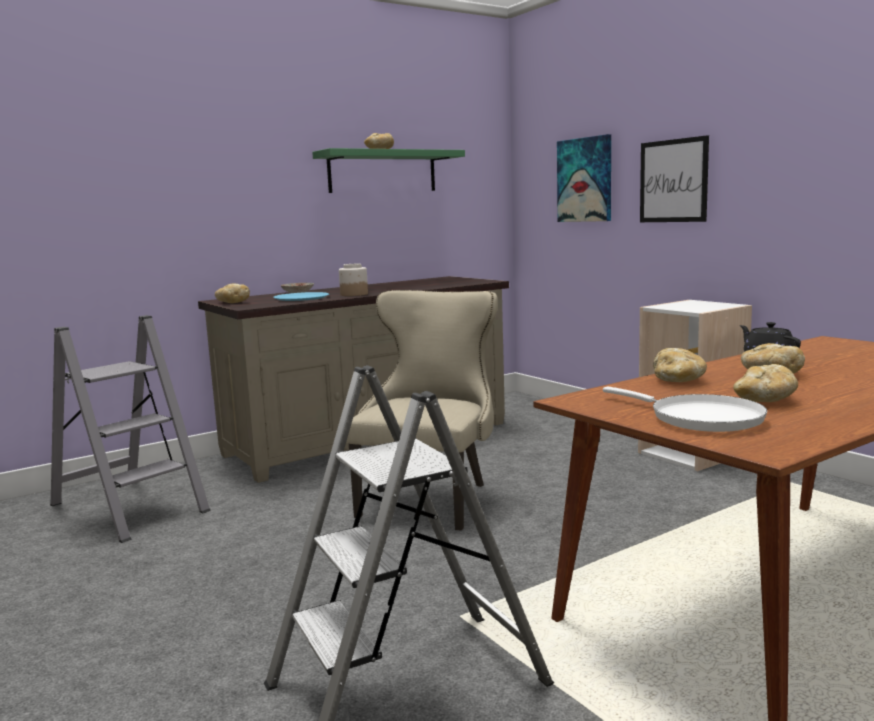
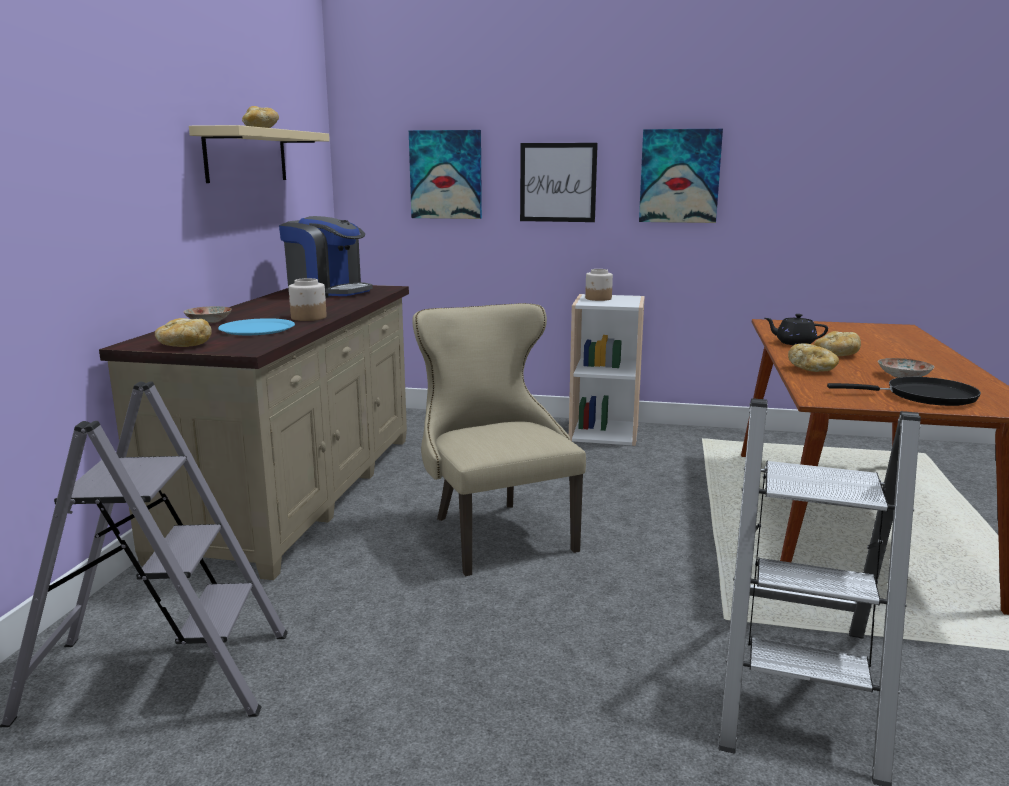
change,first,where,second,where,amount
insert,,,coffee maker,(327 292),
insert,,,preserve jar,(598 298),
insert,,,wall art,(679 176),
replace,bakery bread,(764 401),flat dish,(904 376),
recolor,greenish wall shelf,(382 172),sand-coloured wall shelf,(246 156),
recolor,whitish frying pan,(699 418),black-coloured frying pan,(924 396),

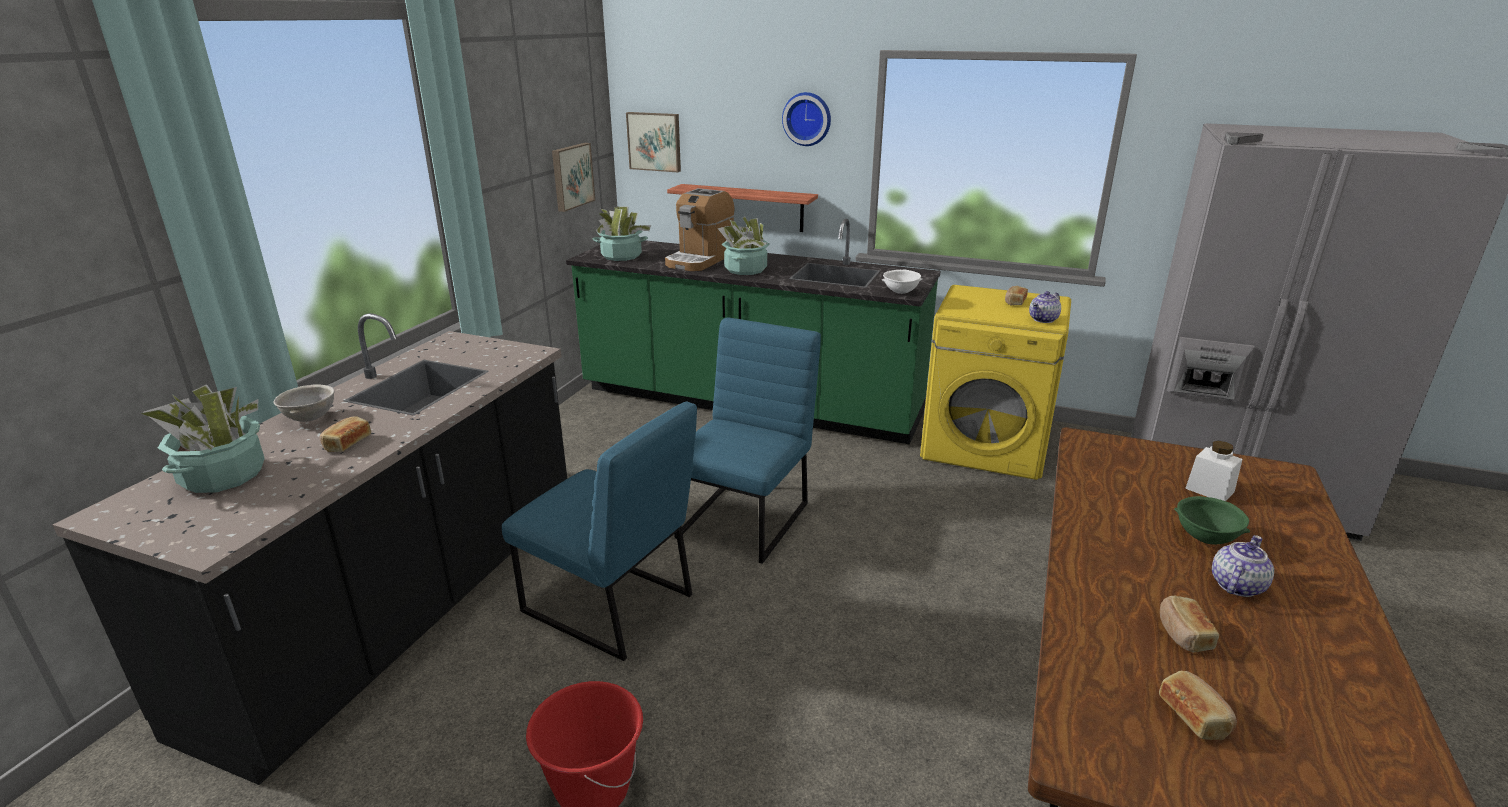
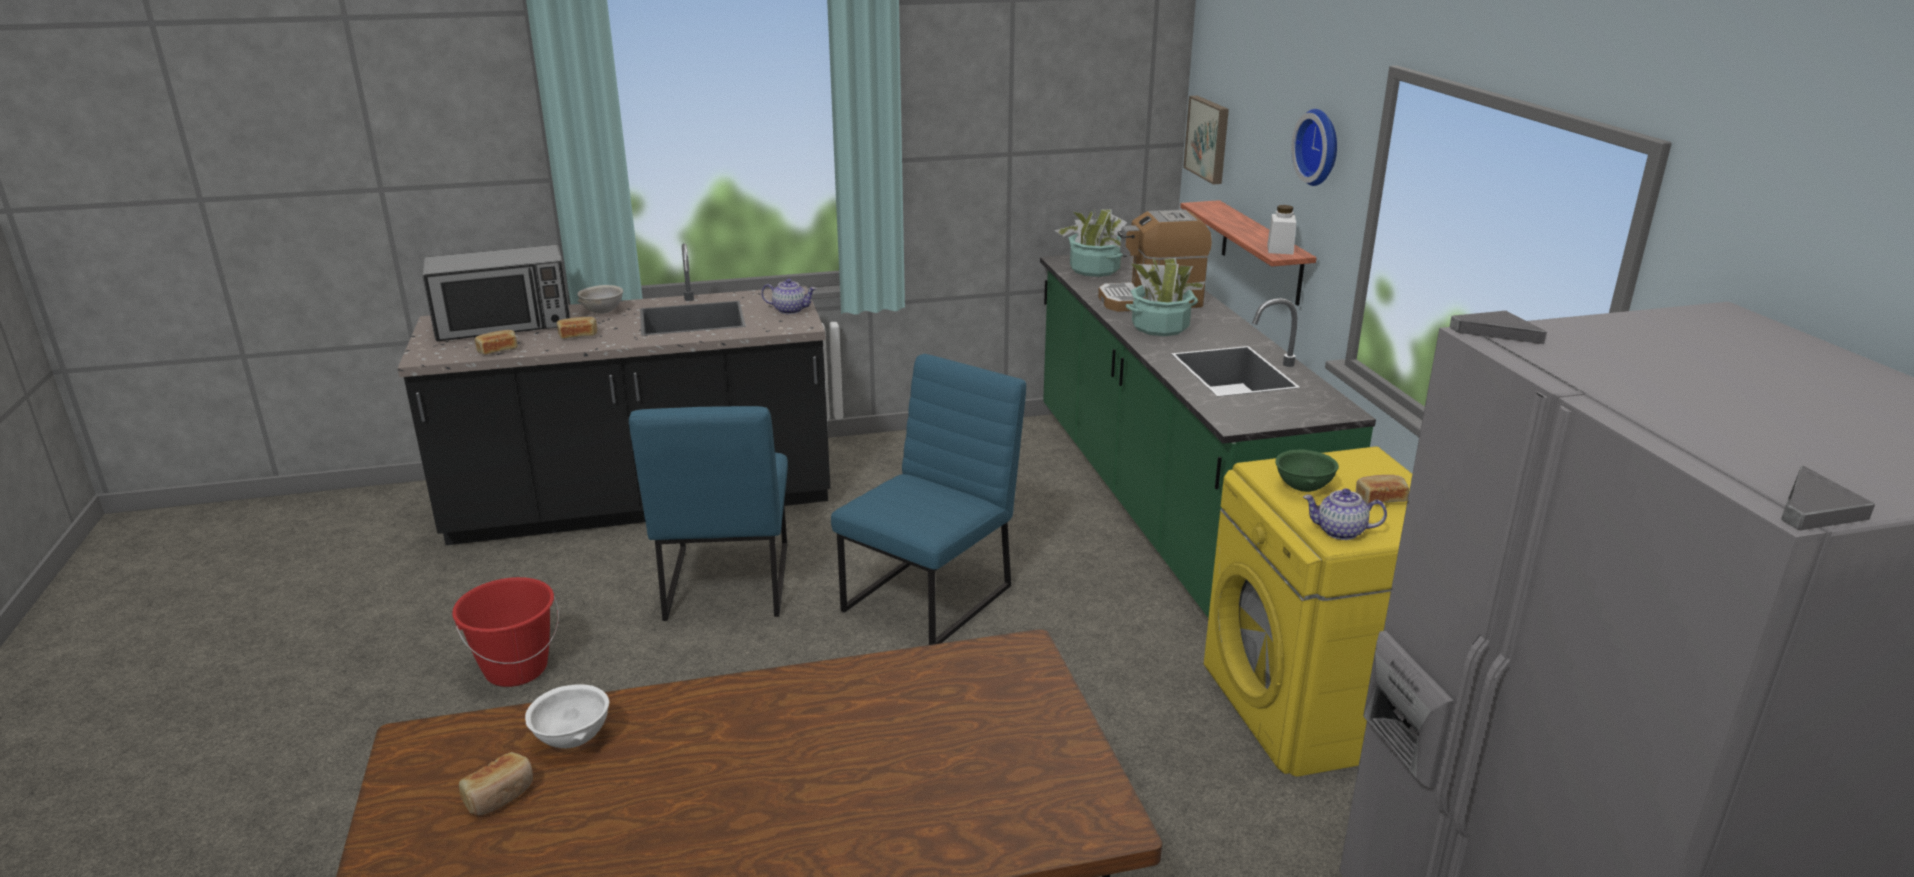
change,first,where,second,where,amount
delete,wall art,(571 176),,,
move,whitish bowl,(901 292),,(571 740),
move,bakery bread,(1183 634),,(498 350),
move,greenish bowl,(1205 539),,(1302 488),
move,whitish preserve jar,(1209 490),,(1280 249),
move,pot for tea,(1236 585),,(790 310),
replace,plant in a pot,(223 476),microwave,(504 325),
rotate,bluish upright chair,(746 518),,(931 596),45 degrees counterclockwise

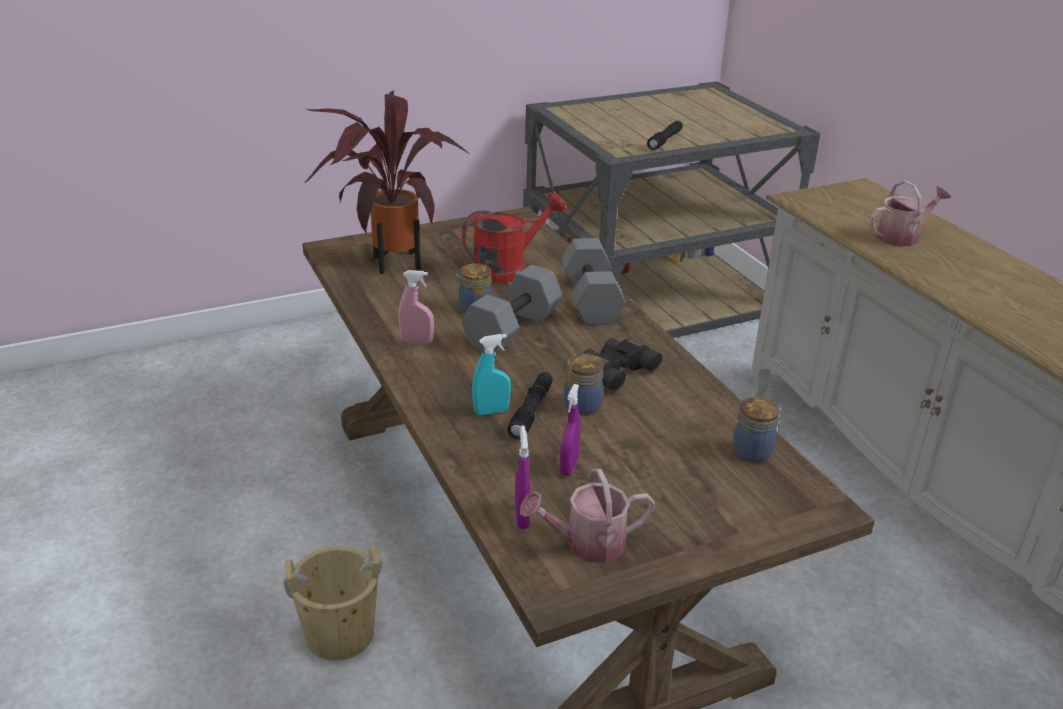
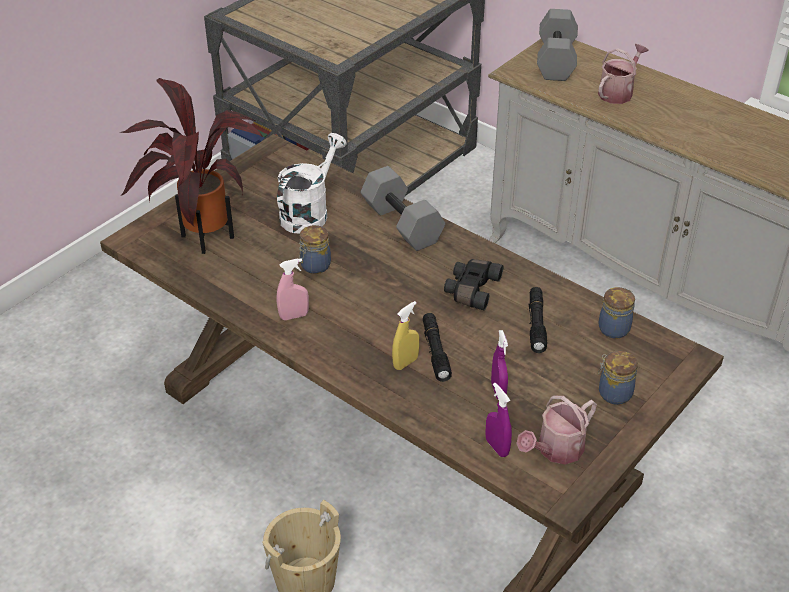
change,first,where,second,where,amount
move,grey dumbbell,(513 330),,(557 60),
move,preserve jar,(581 404),,(613 393),
move,black-coloured flashlight,(665 140),,(536 324),
recolor,reddish sprinkling can,(507 269),whitish sprinkling can,(309 212),
recolor,blue-green sprayer,(491 411),yellow sprayer,(405 363),

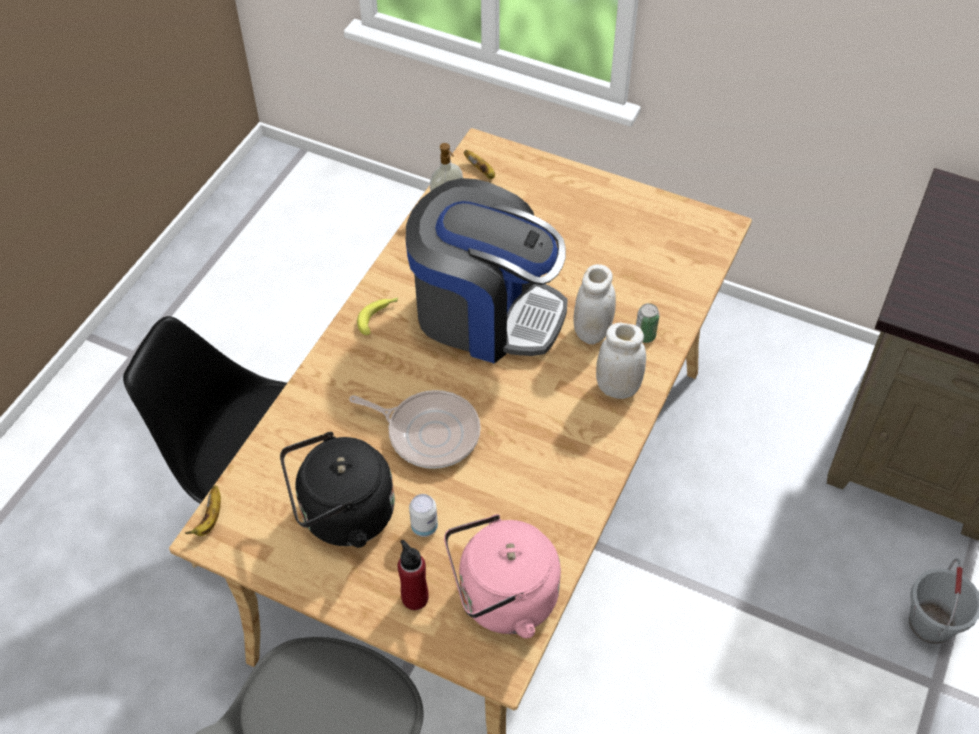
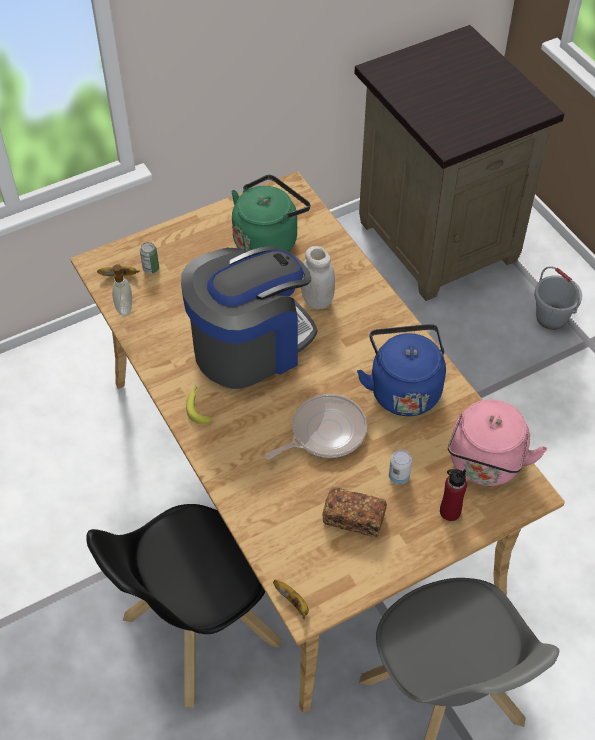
change,first,where,second,where,amount
delete,whitish preserve jar,(617 388),,,
insert,,,greenish kettle,(268 240),
insert,,,bluish kettle,(403 388),
move,sealed can,(645 336),,(151 268),
replace,black-coloured kettle,(342 516),bakery bread,(353 519),

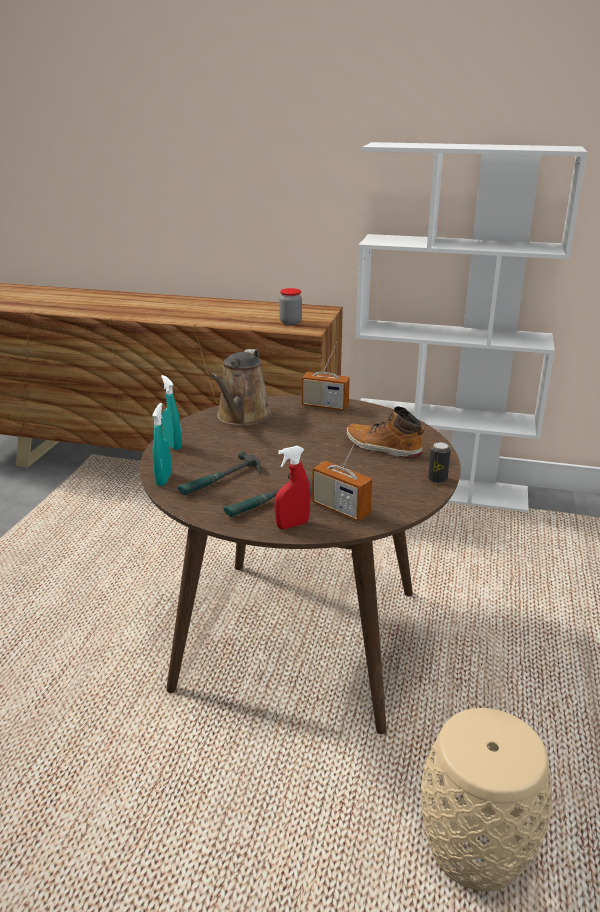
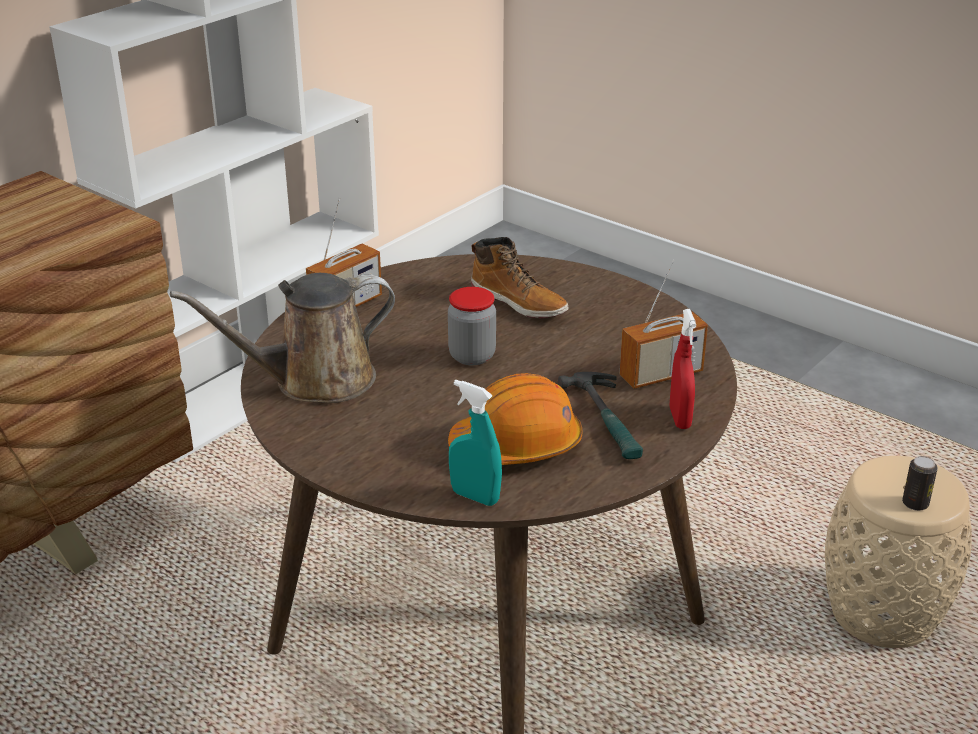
change,first,where,second,where,amount
delete,blue-green sprayer,(173 445),,,
move,preserve jar,(290 322),,(472 356),
move,sealed can,(437 479),,(915 504),
replace,hammer,(221 480),orange safety helmet,(517 446),
rotate,brown sprinkling can,(242 417),,(314 381),120 degrees clockwise
rotate,boot,(382 447),,(519 302),105 degrees counterclockwise

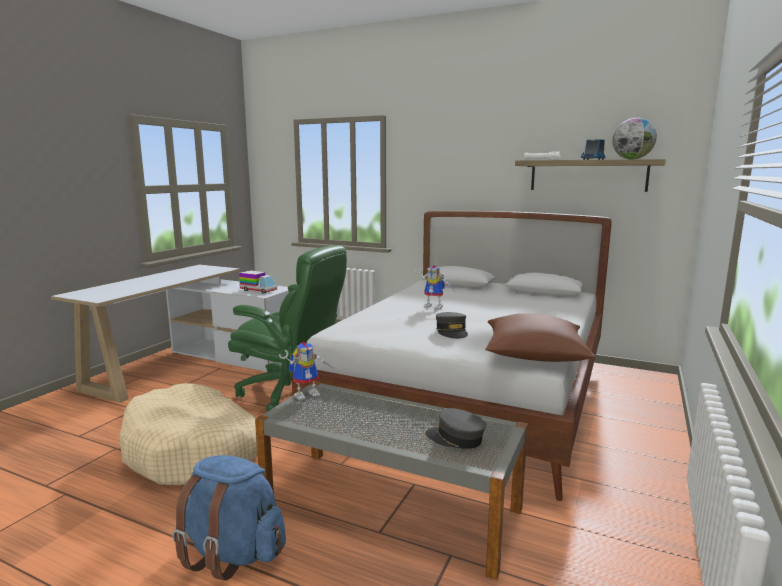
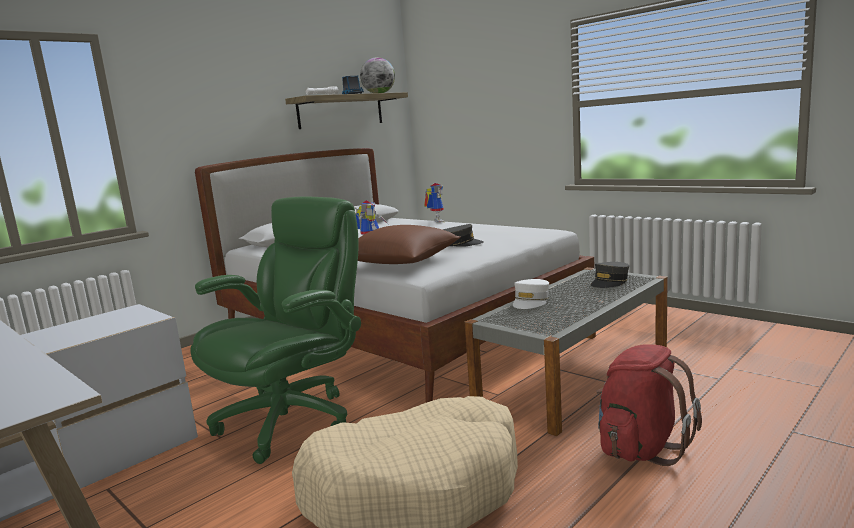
change,first,where,second,where,amount
delete,toy lorry,(258 290),,,
insert,,,whitish cap,(530 301),
move,toy robot,(307 393),,(436 221),
move,brown pillow,(534 354),,(401 262),
recolor,bluish rucksack,(233 553),reddish rucksack,(641 448),

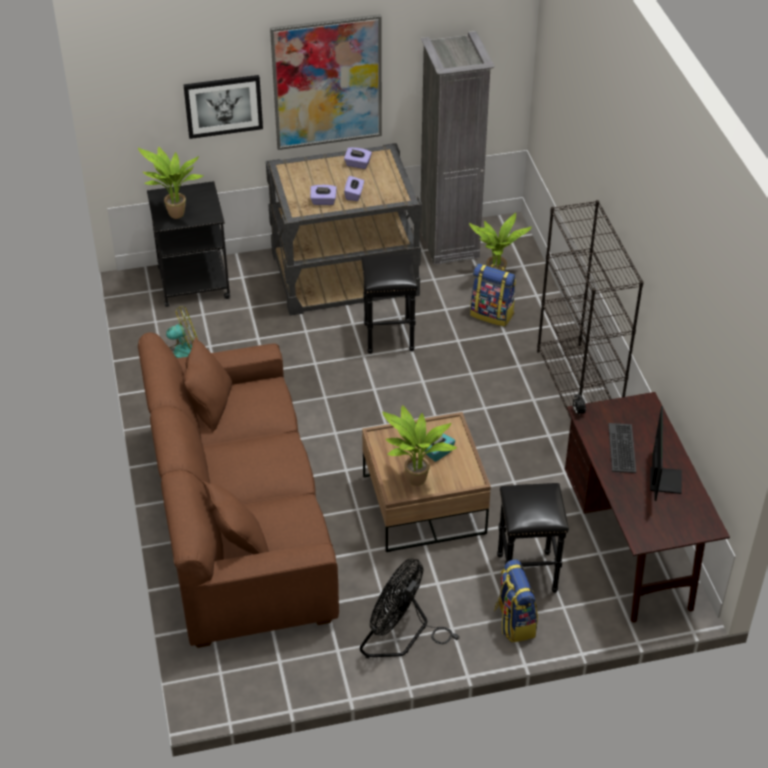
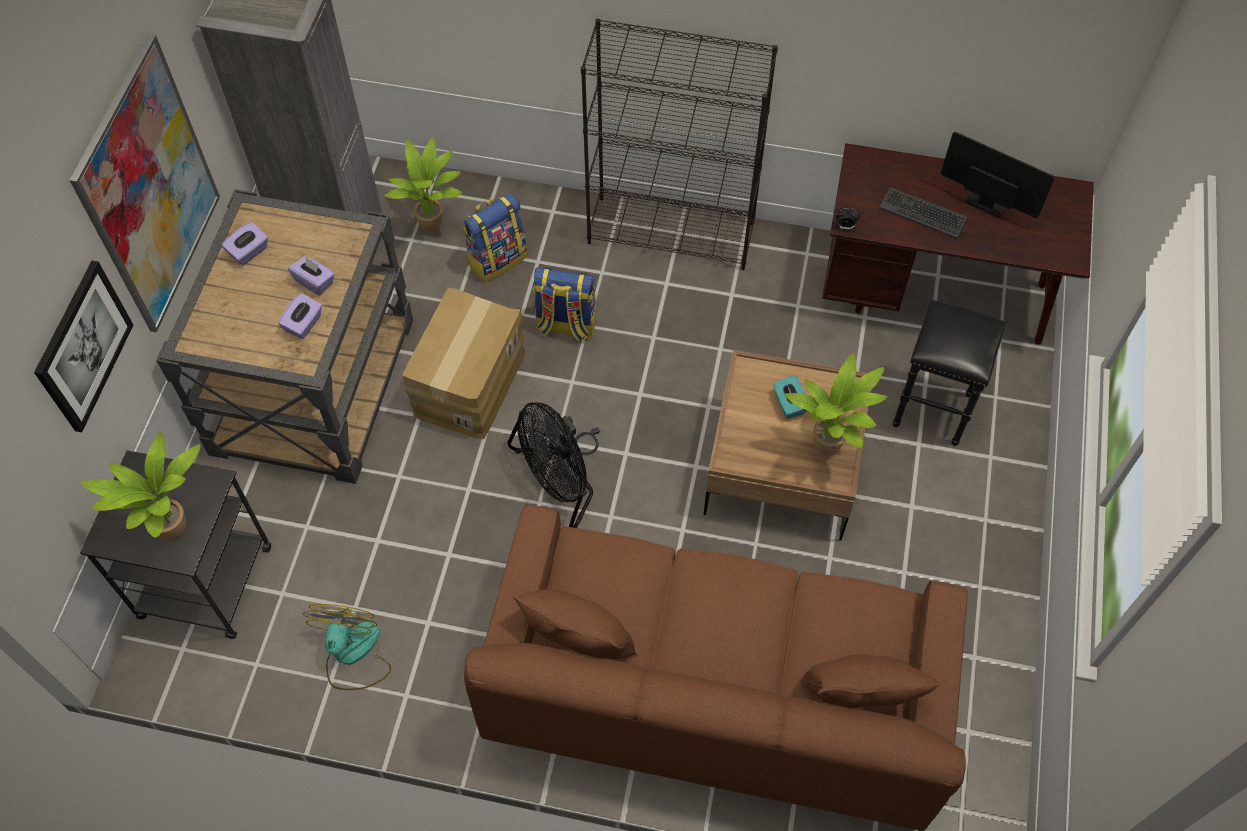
change,first,where,second,where,amount
move,black-coloured cooling fan,(406 631),,(561 476),
move,rucksack,(514 622),,(565 325),
replace,black-coloured sitting stool,(390 336),carton,(468 383),

